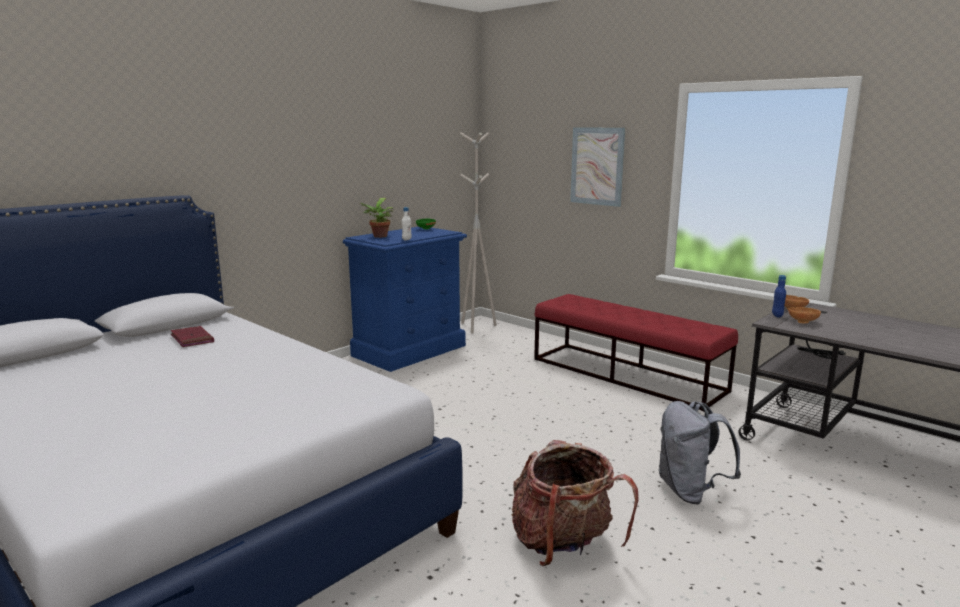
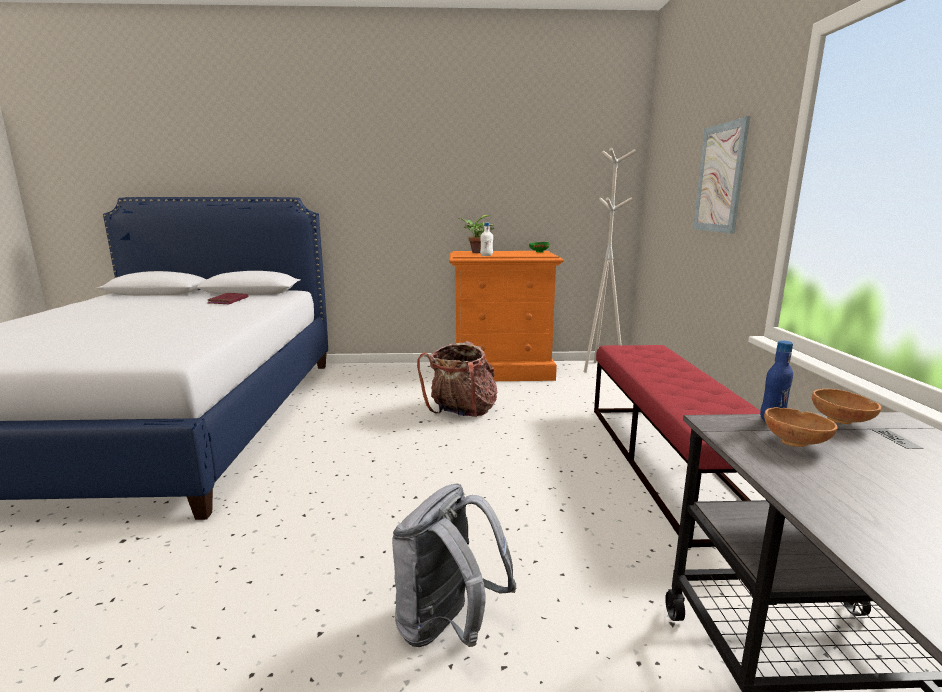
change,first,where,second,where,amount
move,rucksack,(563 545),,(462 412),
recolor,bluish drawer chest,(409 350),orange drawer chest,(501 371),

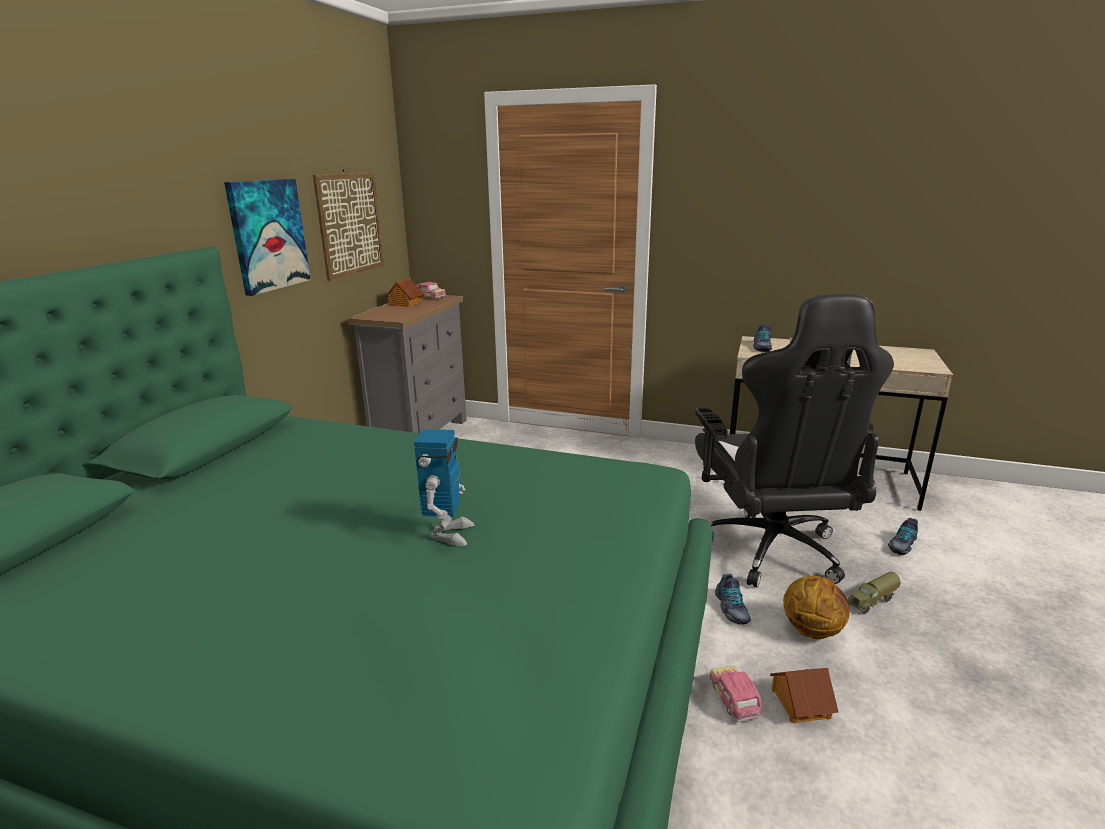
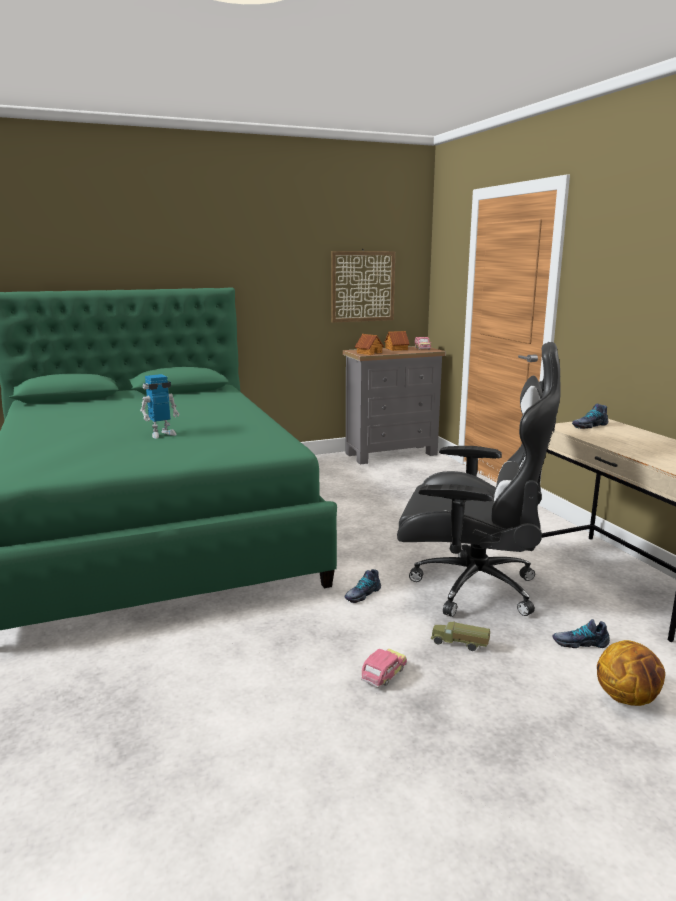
change,first,where,second,where,amount
delete,wall art,(268 235),,,
move,miniature car,(733 700),,(384 675),
move,model house,(799 703),,(369 353),
move,basketball,(812 630),,(627 698),
rotate,black-coloured desk chair,(768 545),,(467 587),120 degrees counterclockwise

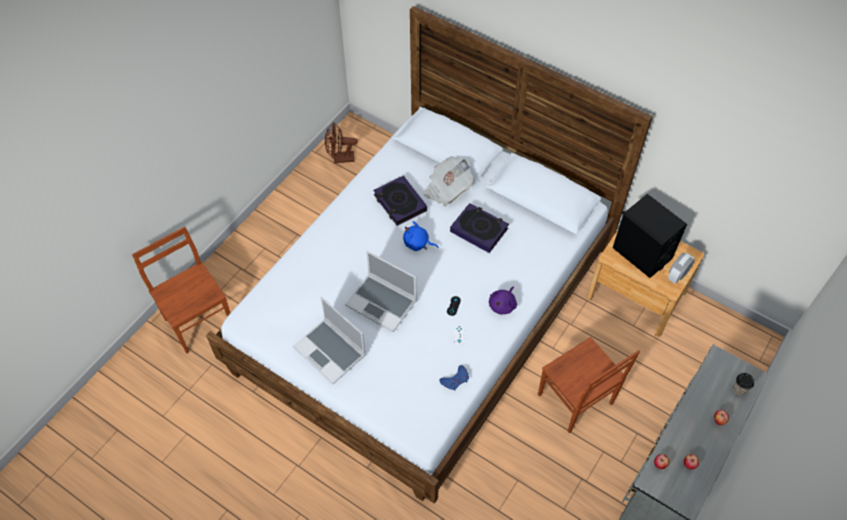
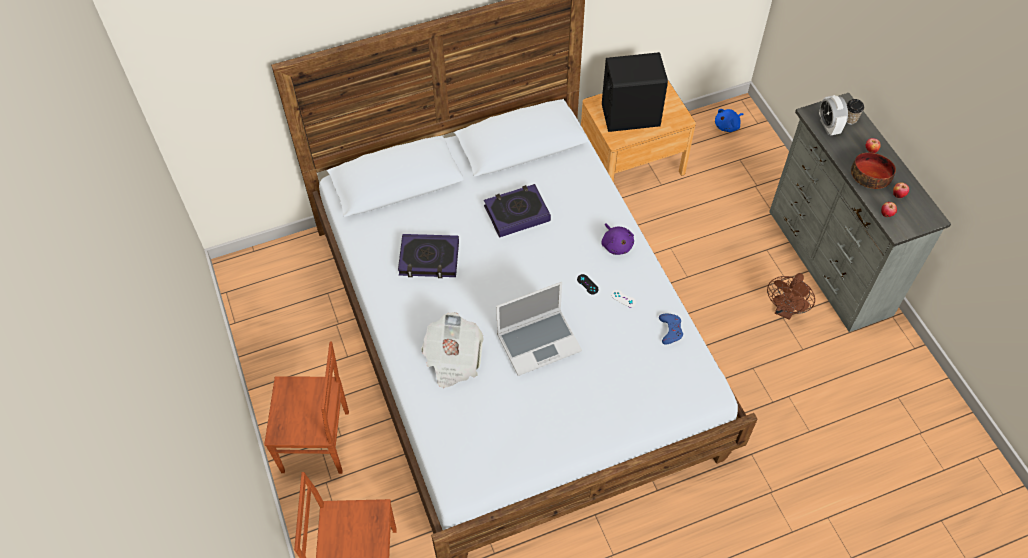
change,first,where,second,where,amount
delete,notebook computer,(331 351),,,
insert,,,bowl,(870 176),
move,brown cooling fan,(340 159),,(785 310),
move,bluish soft toy,(418 243),,(727 126),
move,printed paper,(447 189),,(453 359),
move,brown upright chair,(575 400),,(317 443),
move,bedside clock,(677 275),,(828 126),

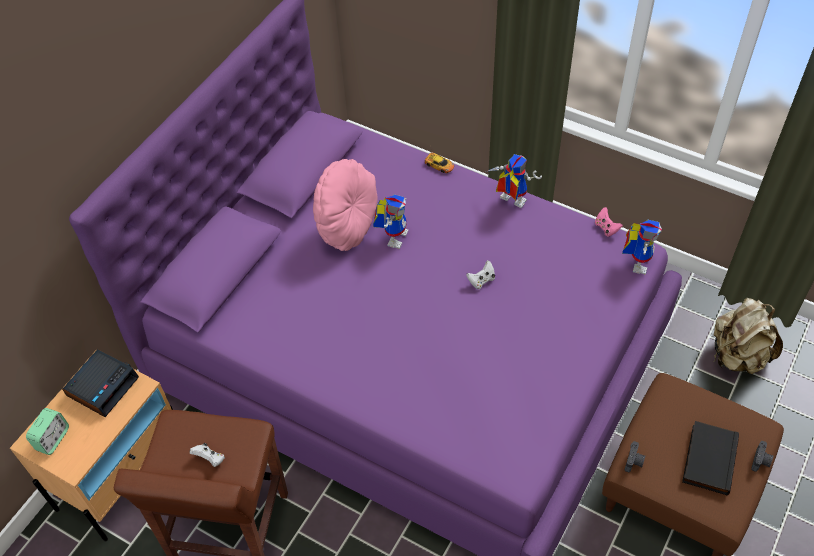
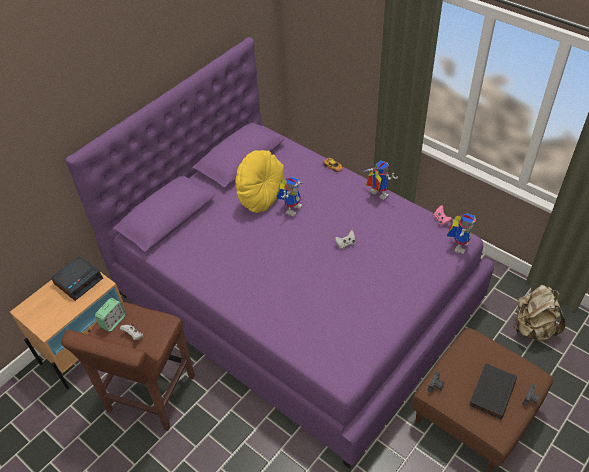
change,first,where,second,where,amount
move,bedside clock,(53 439),,(113 321),
recolor,pinkish pillow,(348 229),yellow pillow,(262 200),

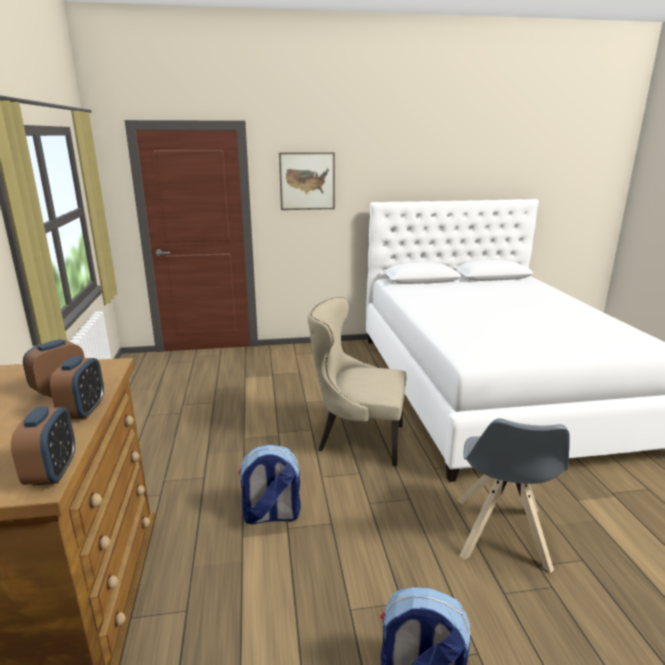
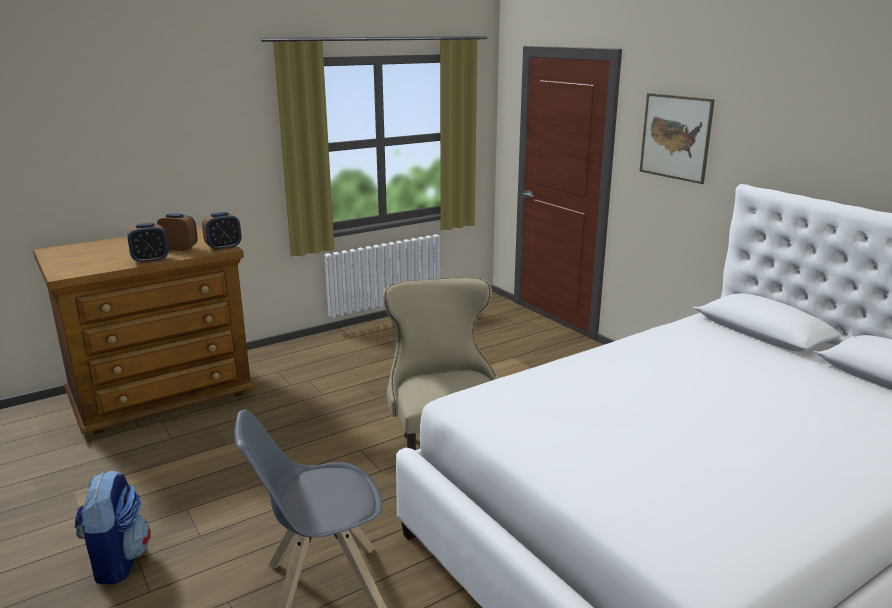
change,first,where,second,where,amount
delete,rucksack,(271 516),,,
move,bedside clock,(52 473),,(223 247),

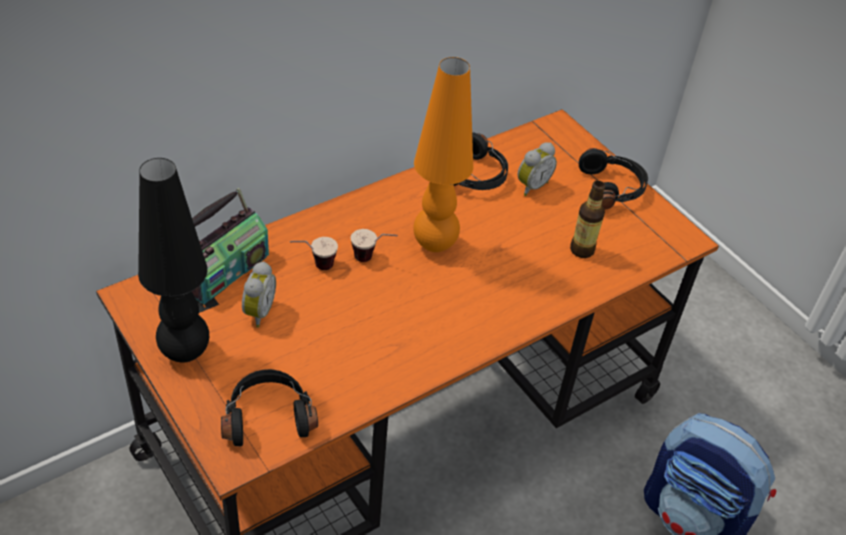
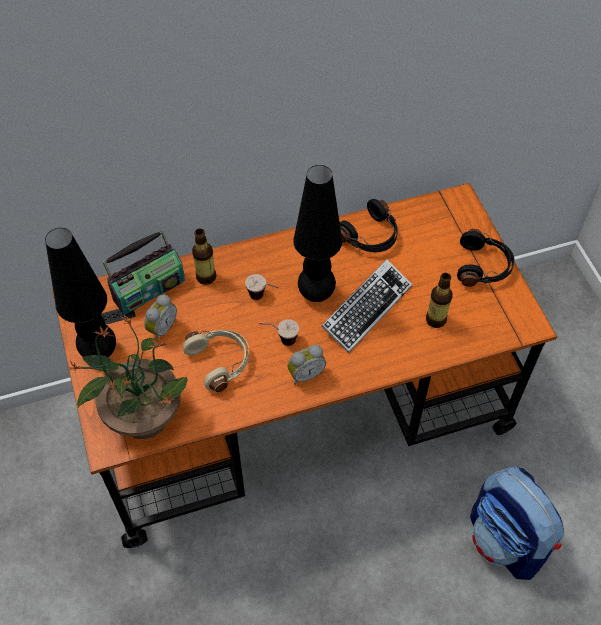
change,first,where,second,where,amount
insert,,,sand-coloured headphones,(220 361),
insert,,,drink bottle,(206 277),
insert,,,keyboard,(366 309),
move,drinking cup,(314 267),,(279 340),
move,bedside clock,(531 186),,(305 374),
replace,black-coloured headphones,(268 416),plant in a pot,(143 416),
recolor,orange lamp for a table,(434 244),black-coloured lamp for a table,(316 293),

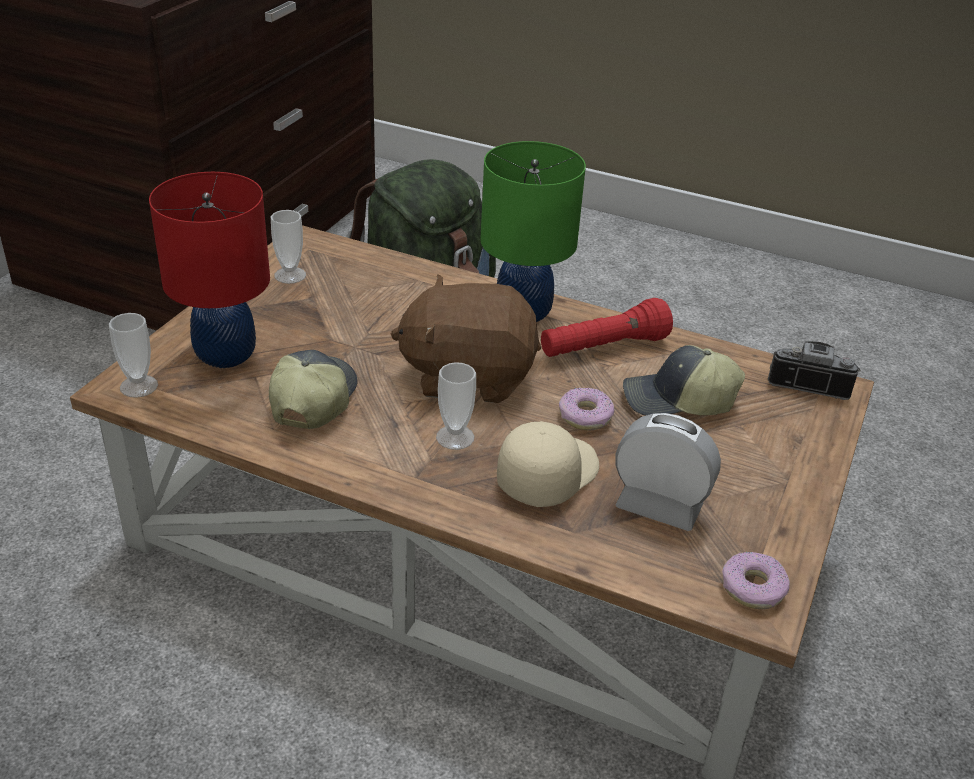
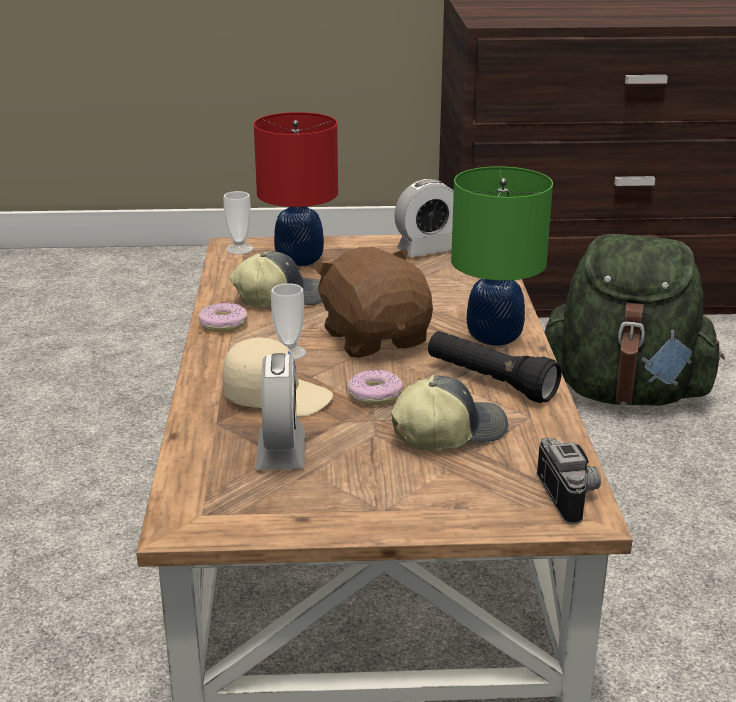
change,first,where,second,where,amount
move,ring doughnut,(752 588),,(223 324),
replace,drinking cup,(290 275),bedside clock,(426 250),
recolor,reddish flashlight,(603 348),black-coloured flashlight,(489 382),
rotate,cap,(678 401),,(448 432),90 degrees clockwise

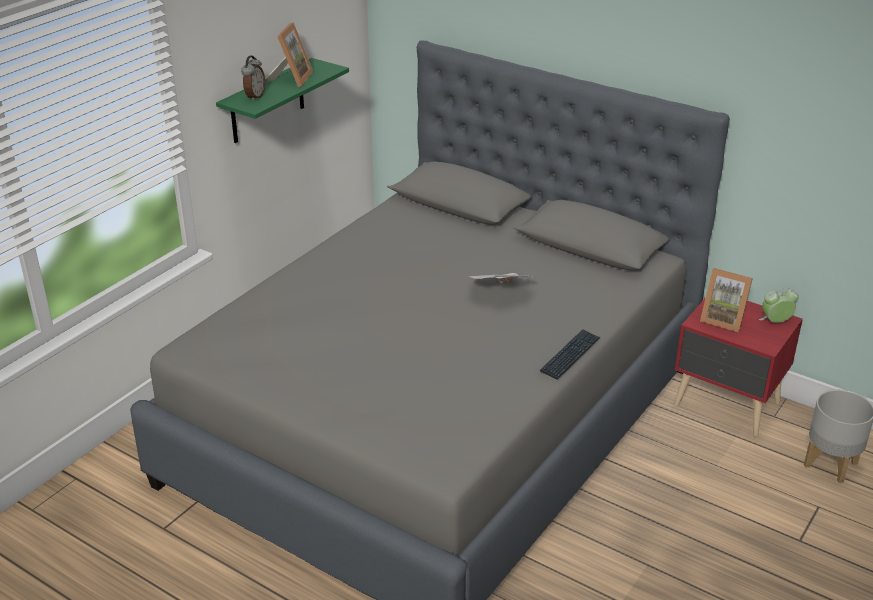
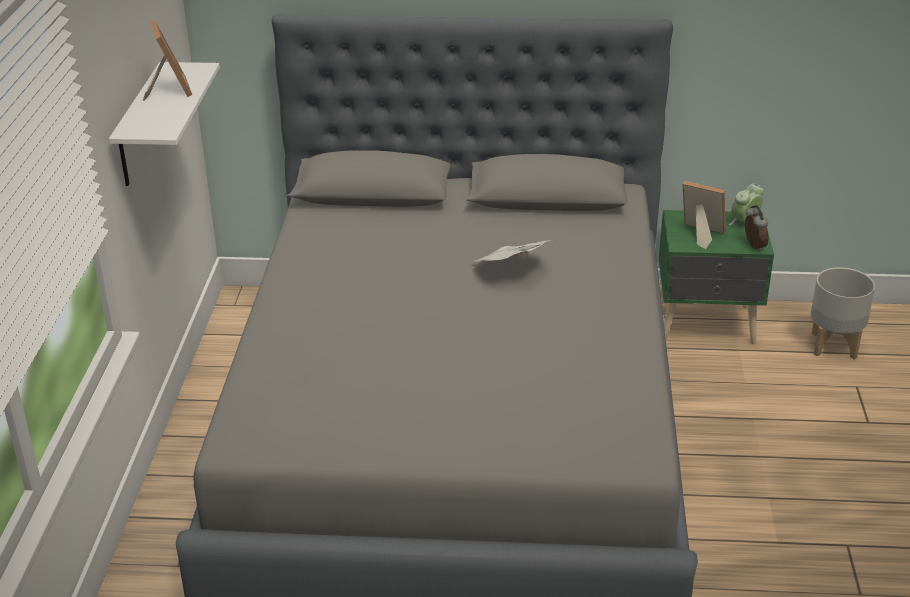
change,first,where,second,where,amount
delete,keyboard,(570 355),,,
move,bedside clock,(254 97),,(753 246),
recolor,greenish wall shelf,(267 102),whitish wall shelf,(140 126),
recolor,reddish night table,(727 406),greenish night table,(707 325),
rotate,standing frame,(723 319),,(699 234),150 degrees counterclockwise

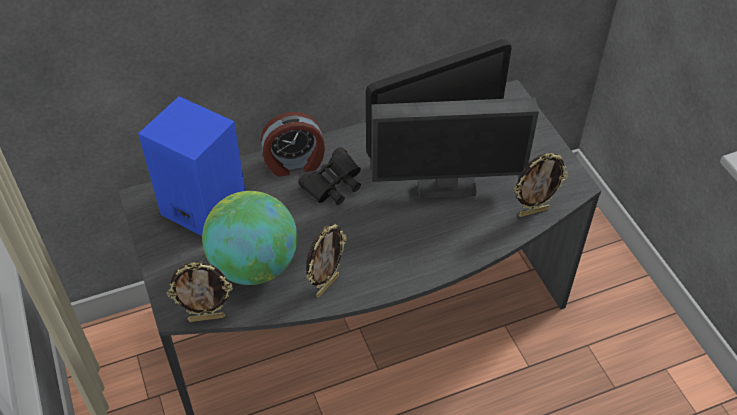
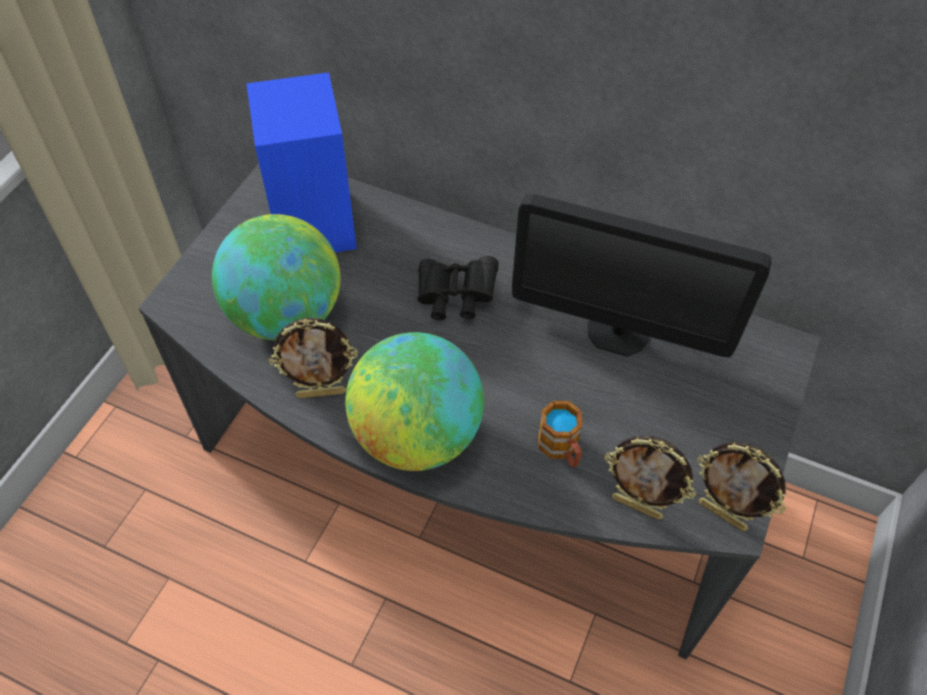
change,first,where,second,where,amount
delete,bedside clock,(294 163),,,
delete,computer display,(446 188),,,
insert,,,world globe,(417 435),
insert,,,tea mug,(561 449),
move,standing frame,(207 317),,(723 515),

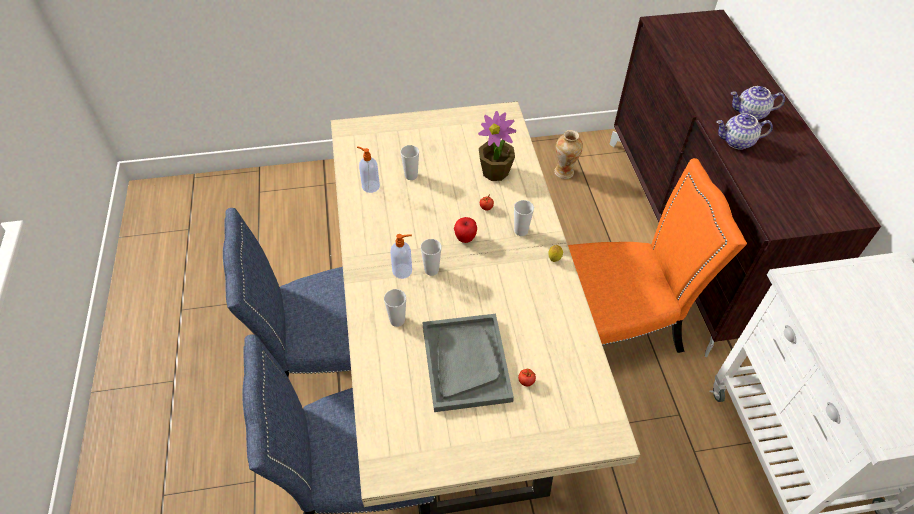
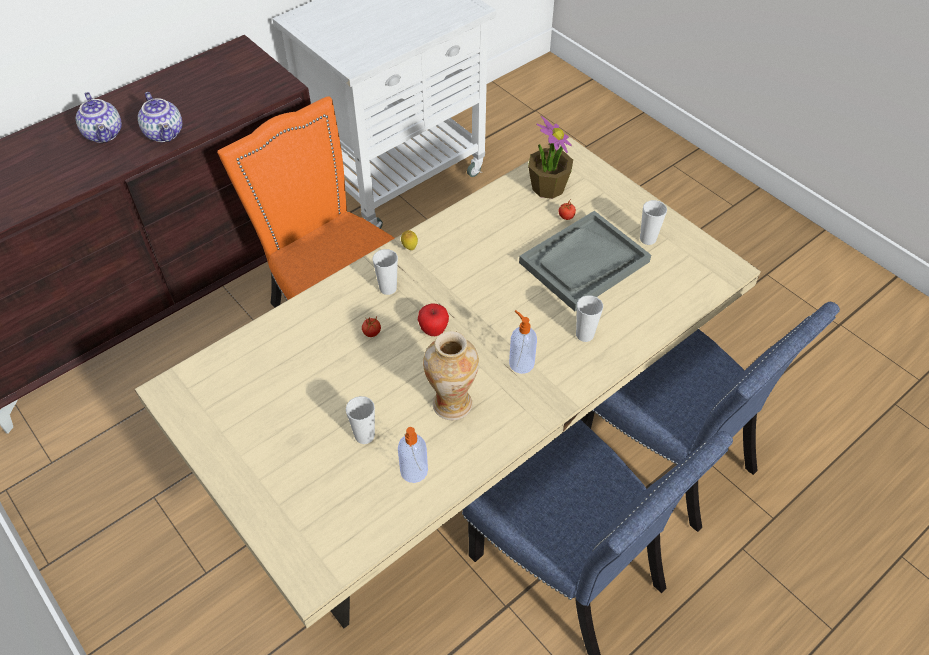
change,first,where,second,where,amount
move,drinking cup,(431 270),,(647 239),
move,plant in a pot,(495 172),,(548 187),
move,decorative vase,(564 172),,(452 404),

